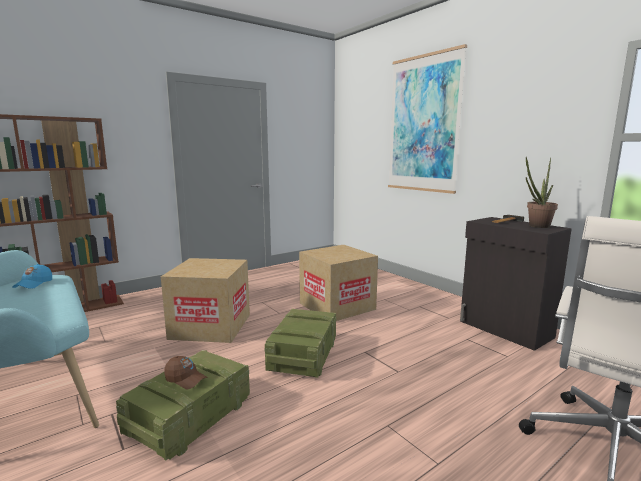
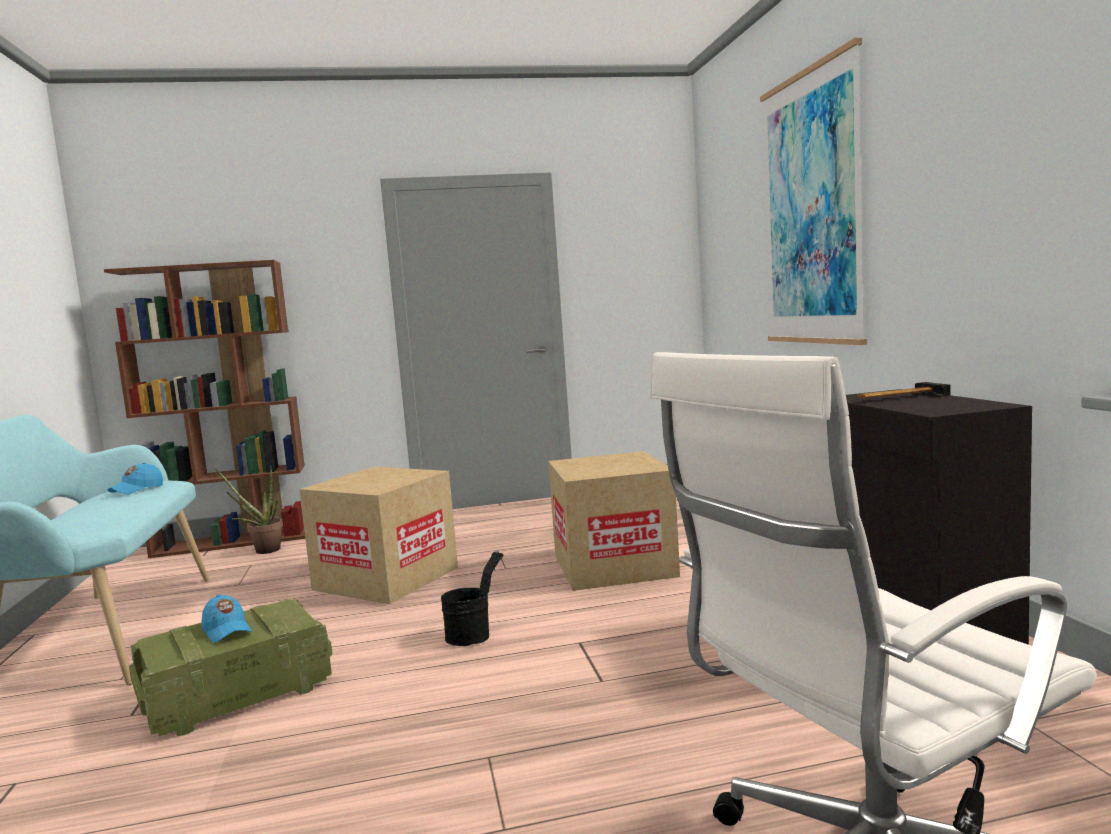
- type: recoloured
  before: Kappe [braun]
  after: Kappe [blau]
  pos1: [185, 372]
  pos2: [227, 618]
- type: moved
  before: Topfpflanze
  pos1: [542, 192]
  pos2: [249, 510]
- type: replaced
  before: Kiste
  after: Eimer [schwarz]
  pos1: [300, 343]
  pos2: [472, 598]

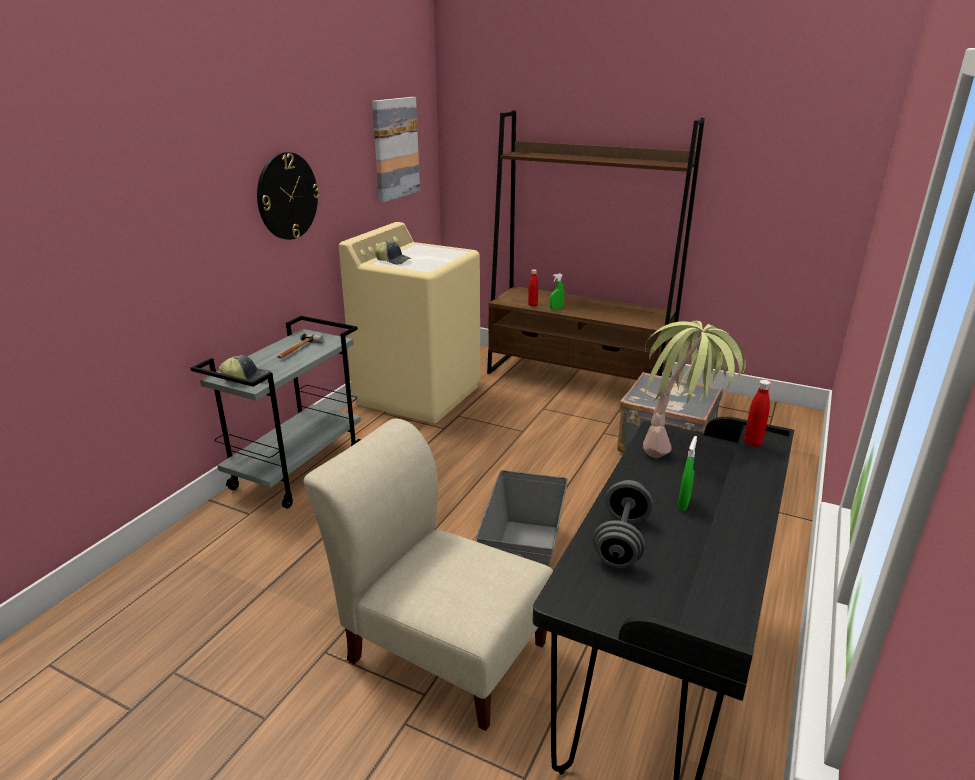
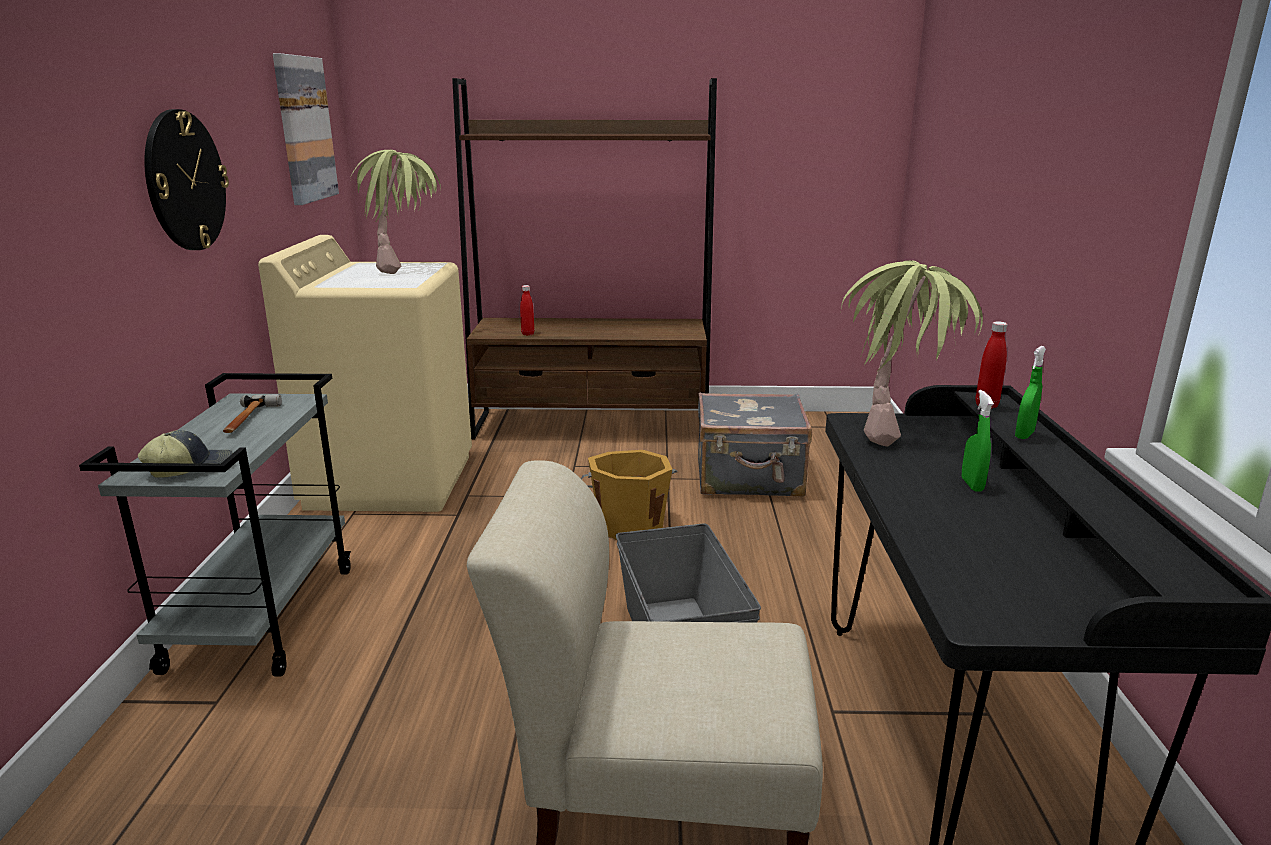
- type: added
  after: Topfpflanze
  pos2: [395, 212]
- type: added
  after: Eimer [orange]
  pos2: [629, 495]
- type: moved
  before: Sprühflasche [grün]
  pos1: [557, 292]
  pos2: [1030, 392]
- type: removed
  before: Kappe
  pos1: [393, 253]
- type: removed
  before: Hantel [grau]
  pos1: [623, 524]

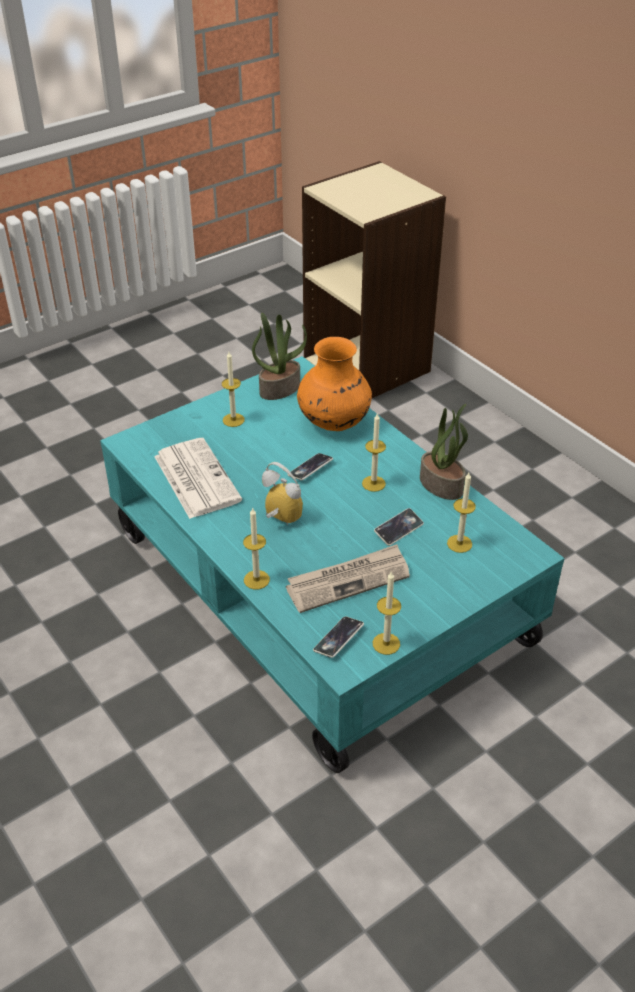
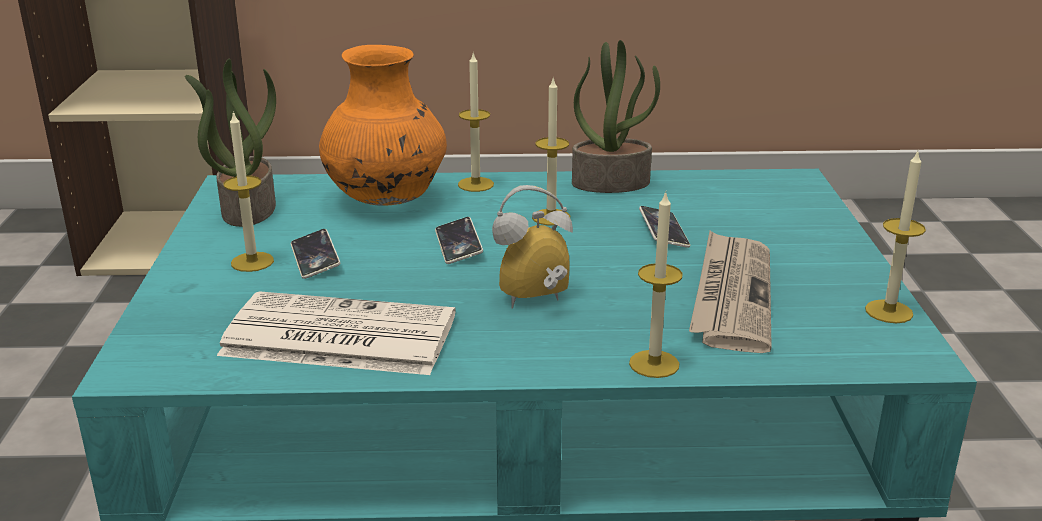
- type: moved
  before: Handy
  pos1: [338, 637]
  pos2: [315, 254]
- type: moved
  before: Kerze
  pos1: [461, 513]
  pos2: [476, 123]

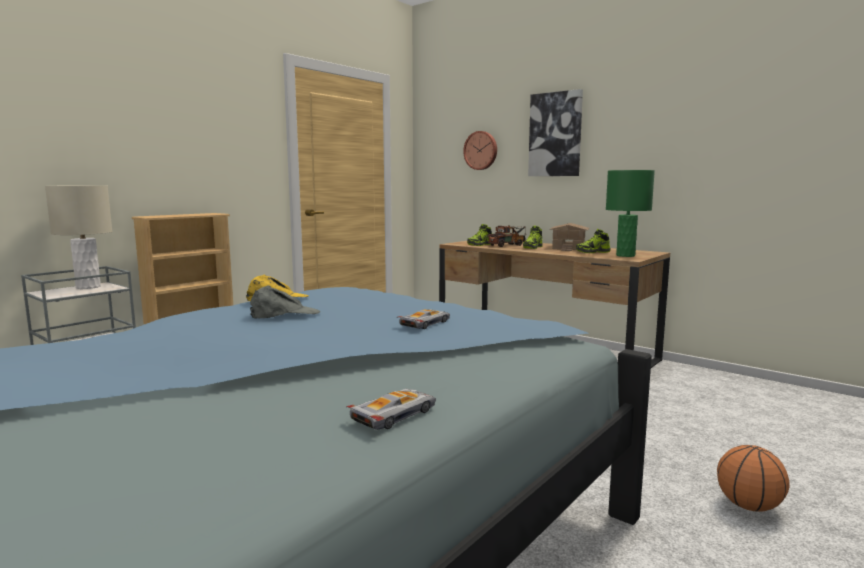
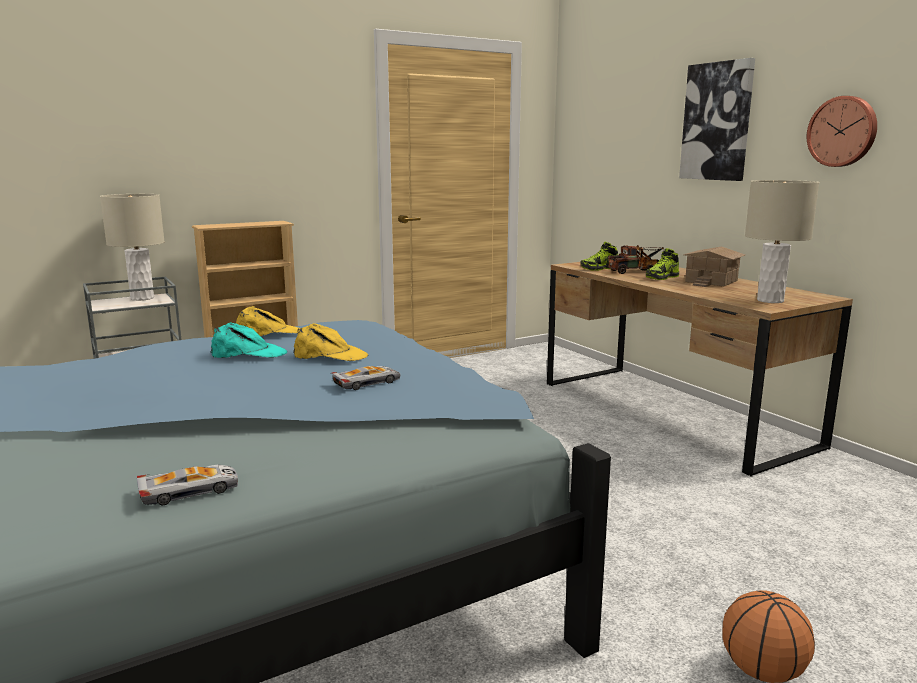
- type: recoloured
  before: Kappe [grau]
  after: Kappe [türkis]
  pos1: [285, 302]
  pos2: [249, 340]
- type: added
  after: Kappe [gelb]
  pos2: [330, 342]
- type: recoloured
  before: Tischlampe [grün]
  after: Tischlampe [beige]
  pos1: [630, 213]
  pos2: [782, 241]
- type: moved
  before: Wanduhr
  pos1: [480, 150]
  pos2: [842, 131]
- type: removed
  before: Schuh
  pos1: [593, 241]

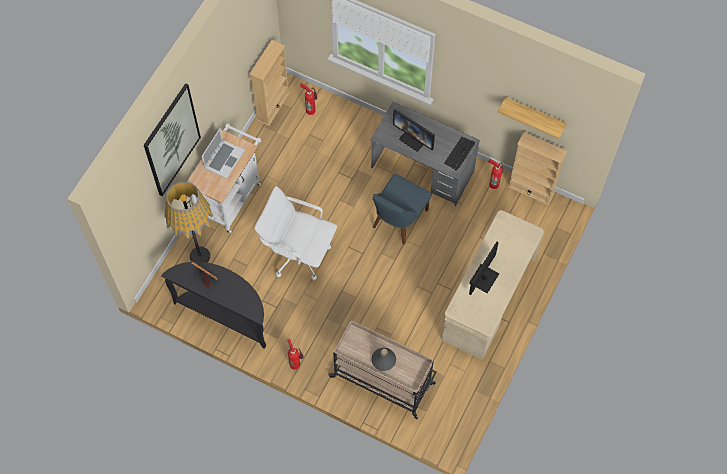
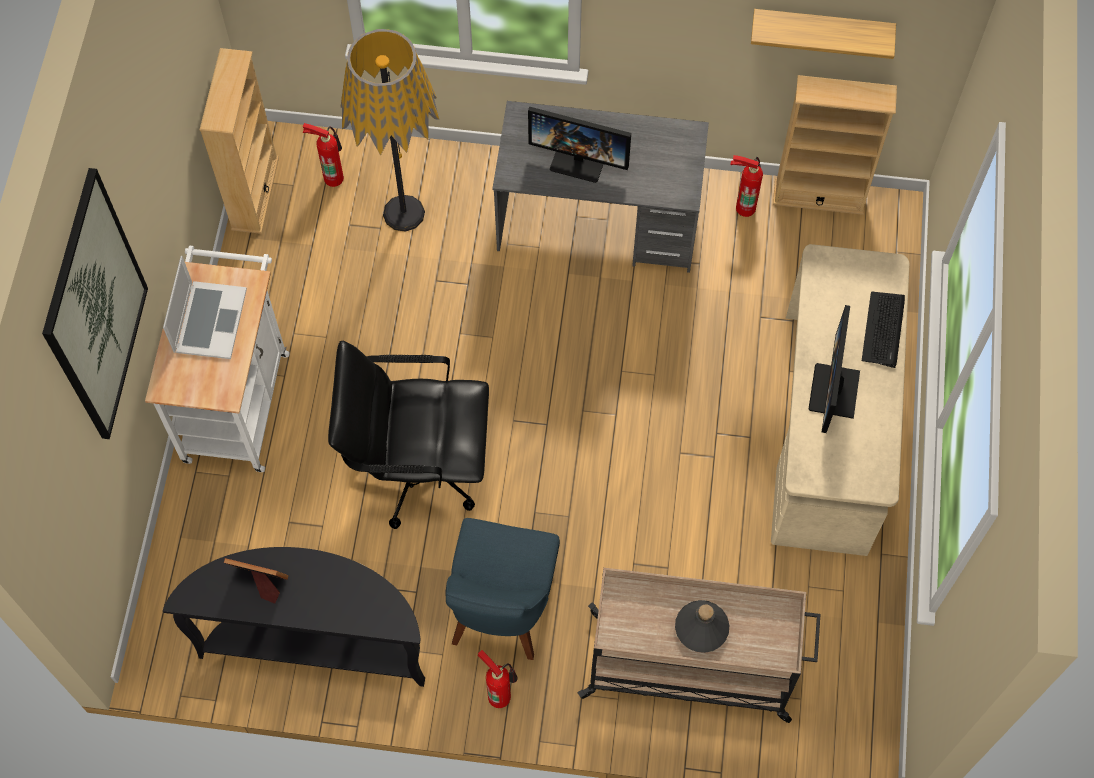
- type: recoloured
  before: Bürostuhl [weiß]
  after: Bürostuhl [schwarz]
  pos1: [295, 233]
  pos2: [408, 435]
- type: moved
  before: Stehlampe
  pos1: [189, 222]
  pos2: [389, 130]
- type: moved
  before: Stuhl [blau]
  pos1: [402, 209]
  pos2: [502, 589]
- type: moved
  before: Tastatur
  pos1: [459, 154]
  pos2: [883, 330]

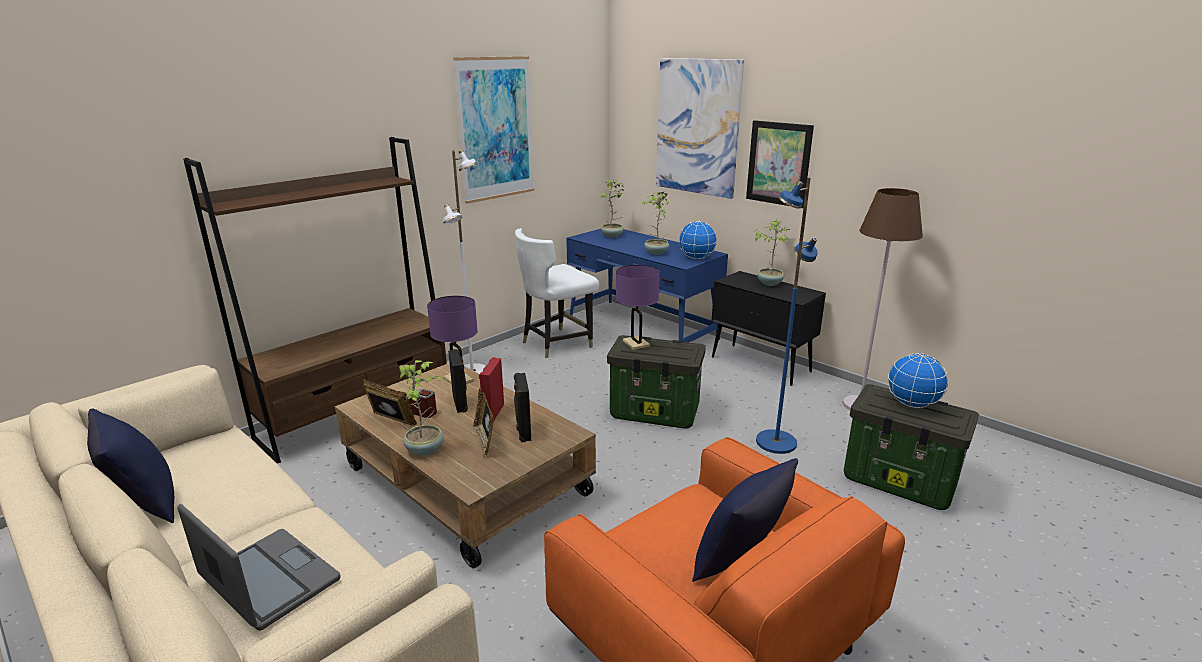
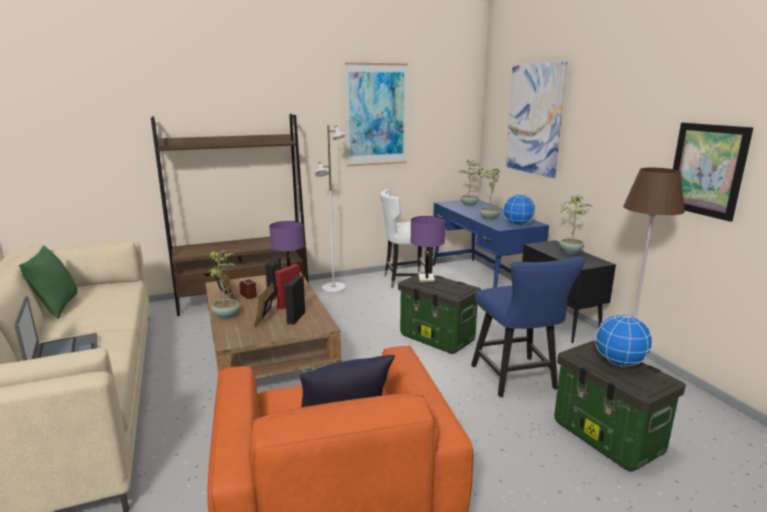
- type: recoloured
  before: Kissen [blau]
  after: Kissen [grün]
  pos1: [130, 466]
  pos2: [48, 282]
- type: replaced
  before: Stehlampe [blau]
  after: Stuhl [blau]
  pos1: [787, 315]
  pos2: [528, 326]
- type: moved
  before: Bild
  pos1: [780, 164]
  pos2: [713, 172]

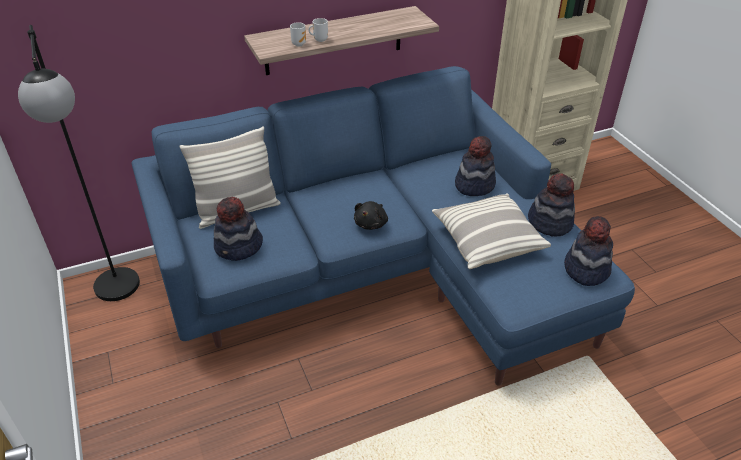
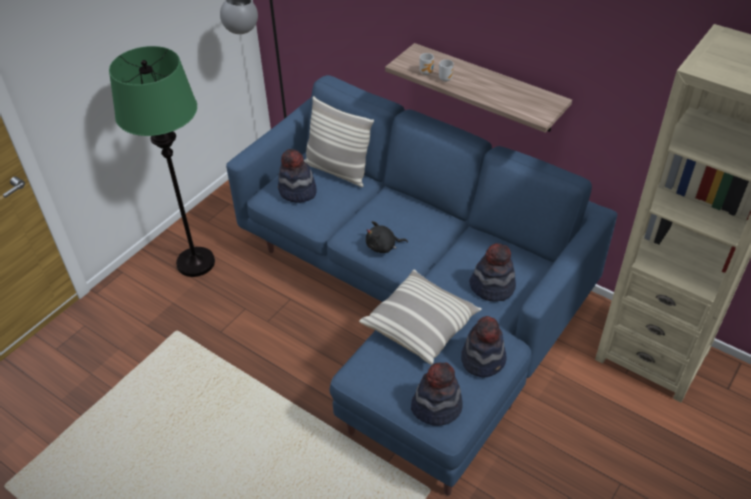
- type: added
  after: Stehlampe [grün]
  pos2: [162, 161]

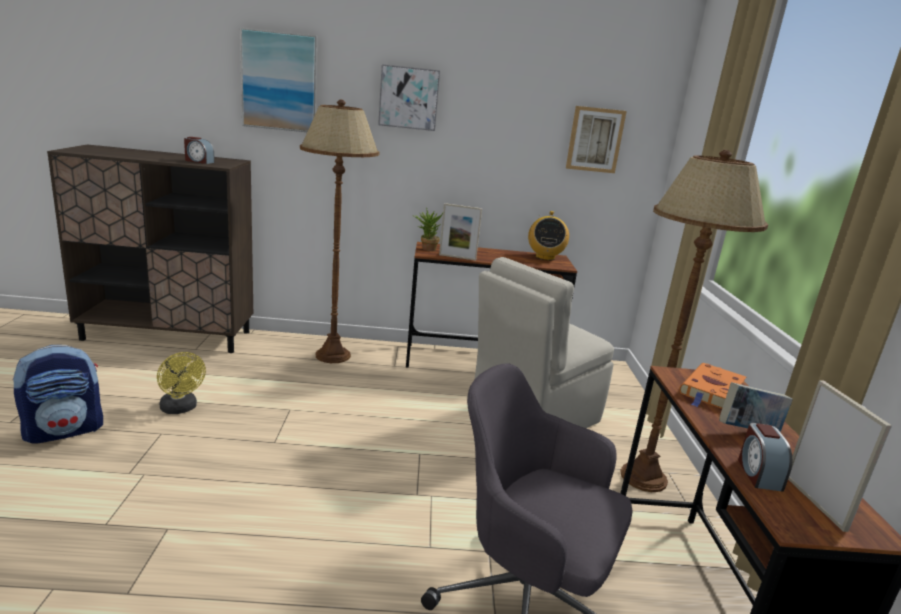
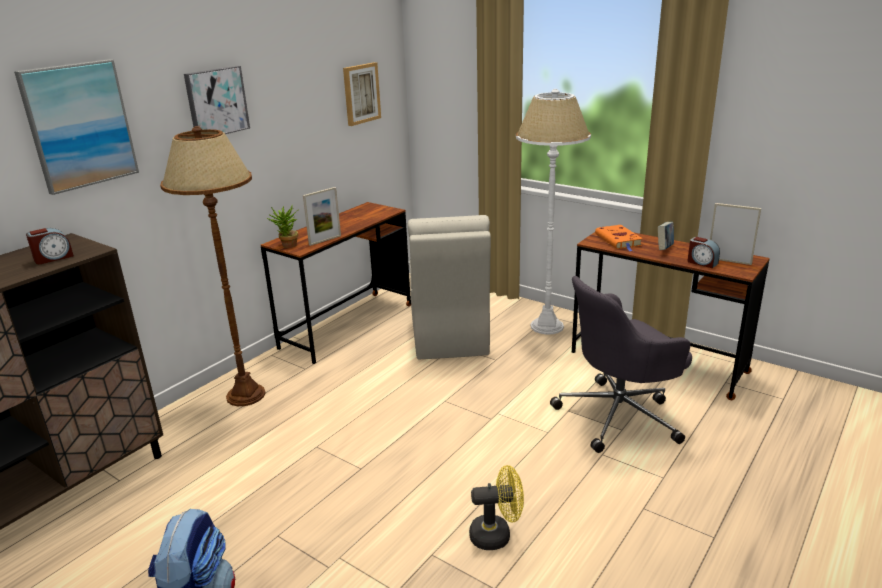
- type: moved
  before: Ventilator [gelb]
  pos1: [181, 383]
  pos2: [496, 507]
- type: recoloured
  before: Stehlampe [braun]
  after: Stehlampe [weiß]
  pos1: [694, 321]
  pos2: [553, 212]
- type: removed
  before: Radio
  pos1: [548, 235]

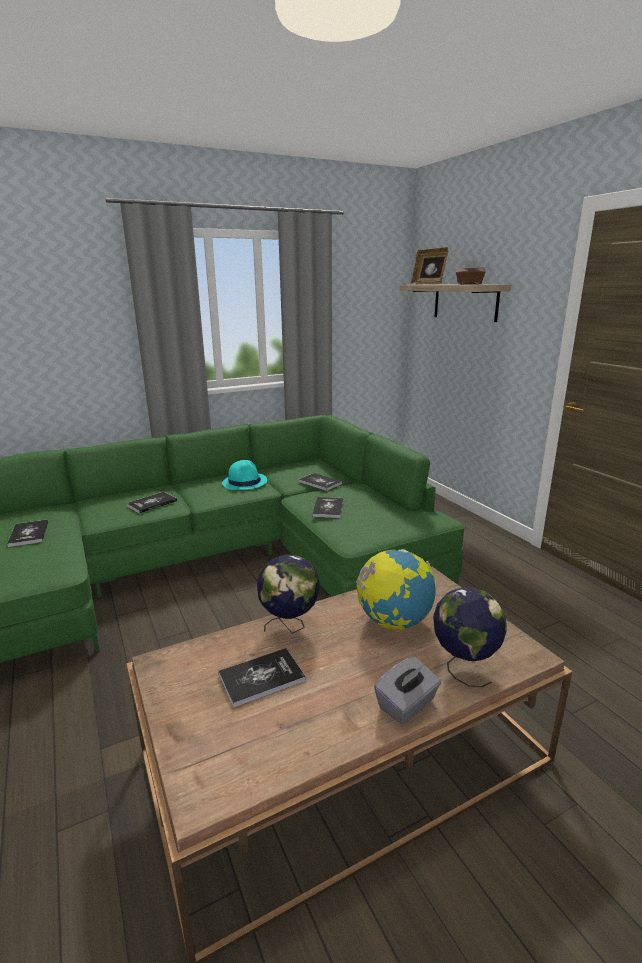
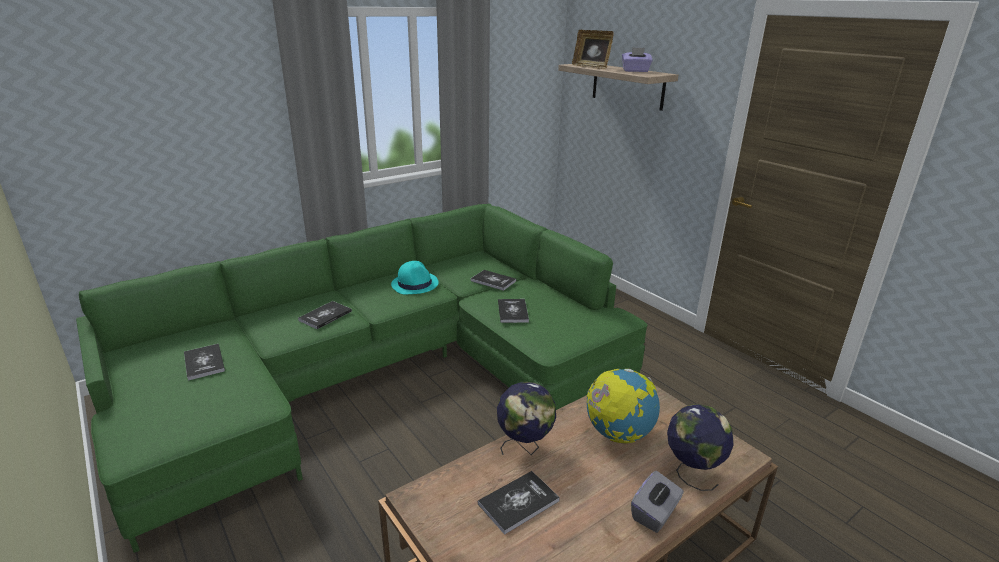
- type: recoloured
  before: Taschentuchbox [braun]
  after: Taschentuchbox [lila]
  pos1: [471, 272]
  pos2: [637, 59]

